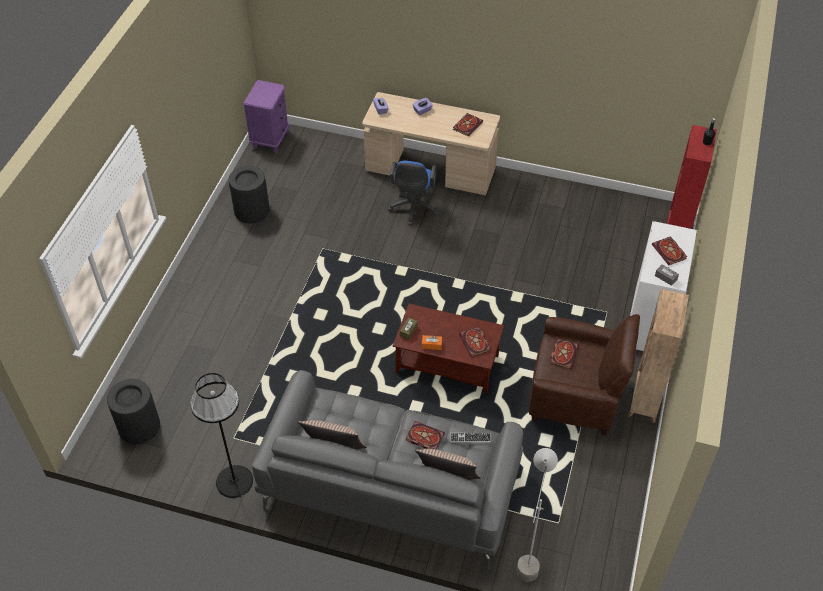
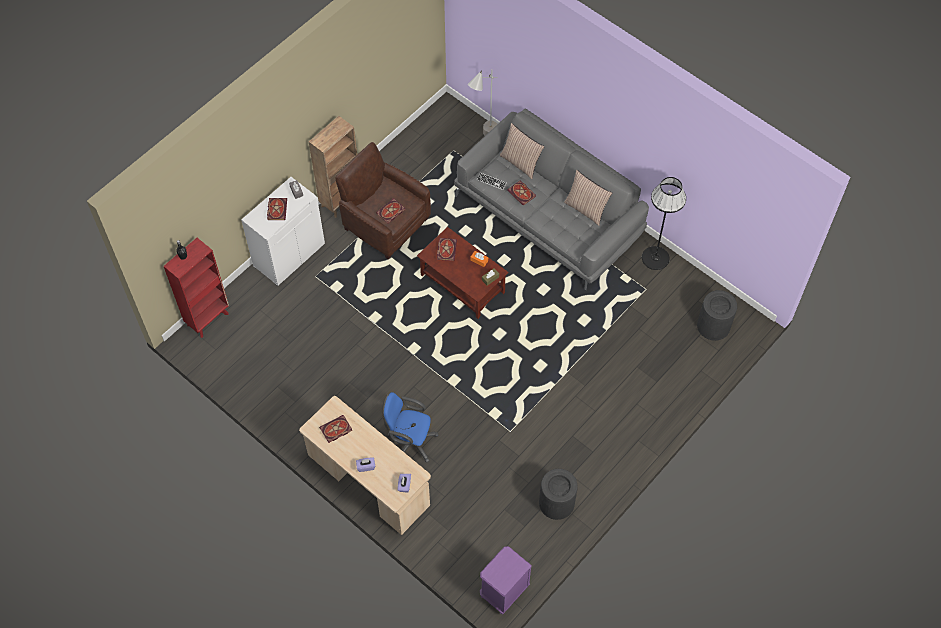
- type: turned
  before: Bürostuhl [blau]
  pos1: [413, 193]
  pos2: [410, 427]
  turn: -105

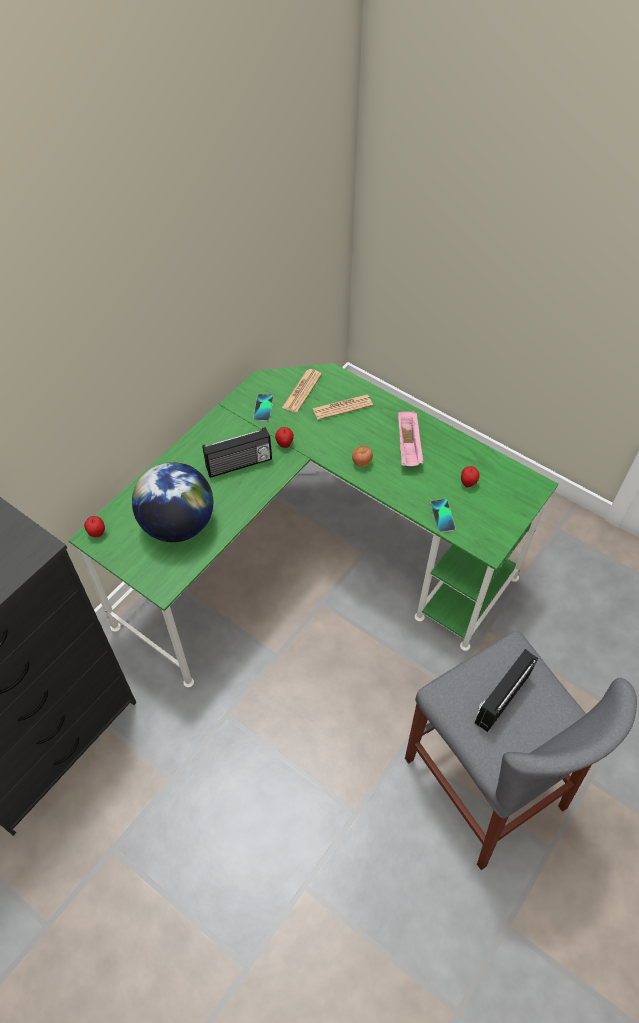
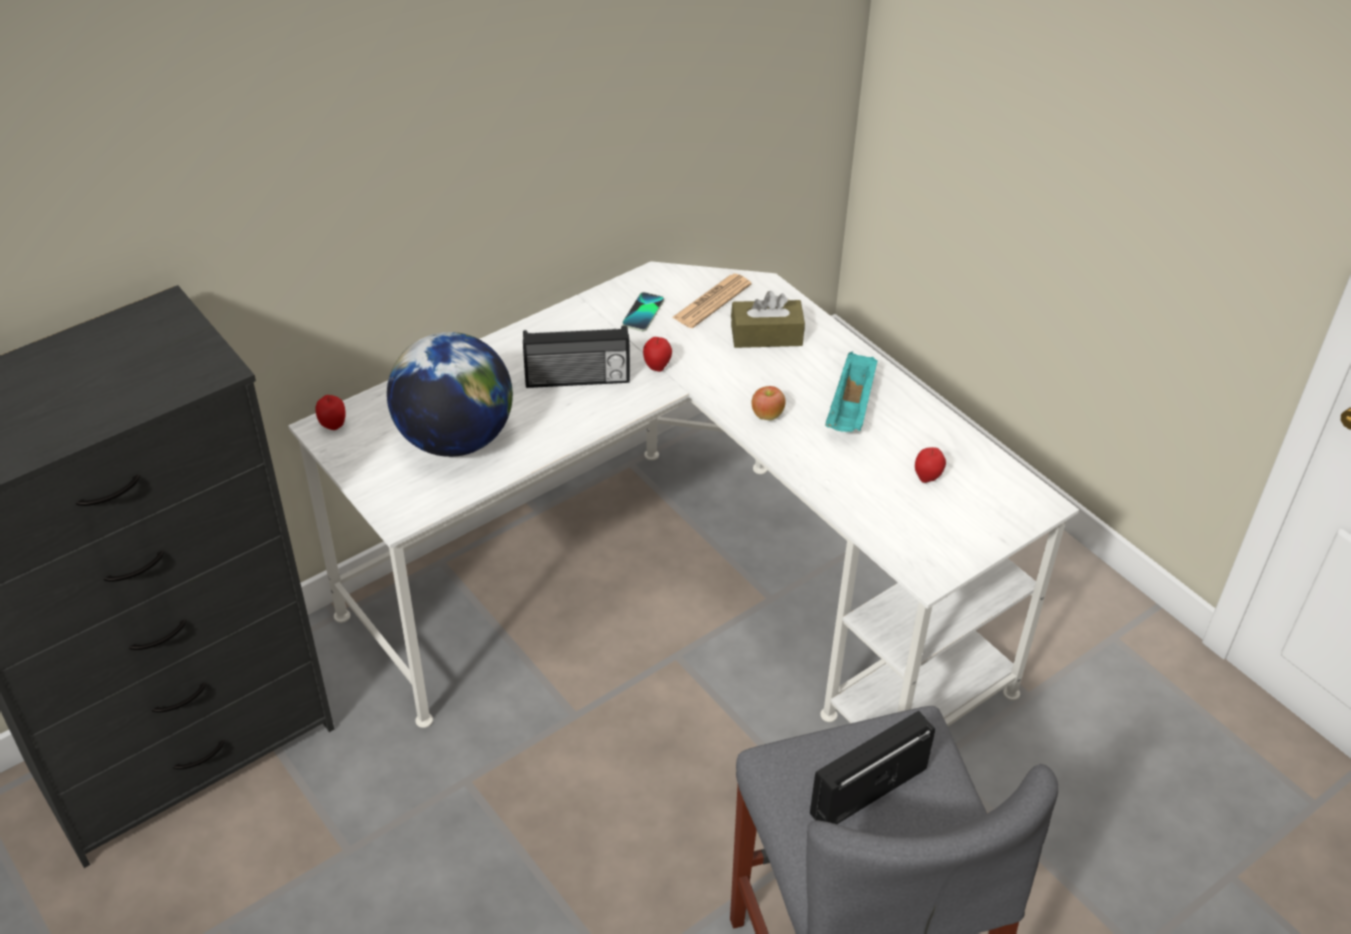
- type: recoloured
  before: Schreibtisch [grün]
  after: Schreibtisch [weiß]
  pos1: [313, 525]
  pos2: [683, 494]
- type: replaced
  before: Zeitung
  after: Taschentuchbox [braun]
  pos1: [342, 407]
  pos2: [768, 319]
- type: recoloured
  before: Tablett [rosa]
  after: Tablett [türkis]
  pos1: [411, 438]
  pos2: [851, 392]
- type: removed
  before: Handy
  pos1: [442, 516]

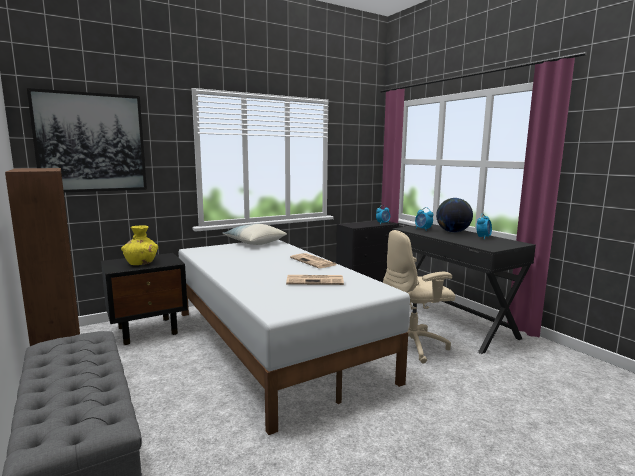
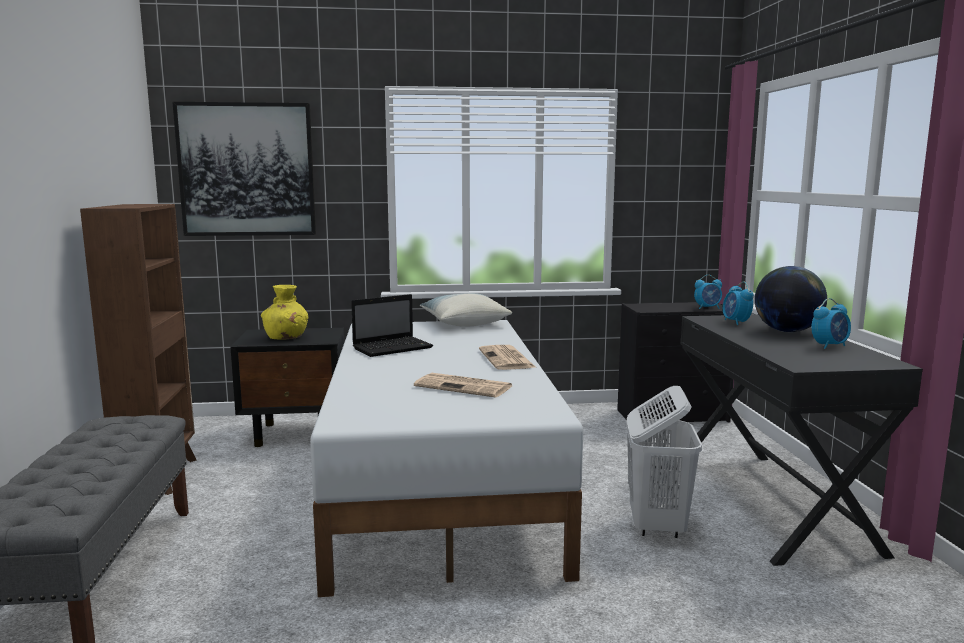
- type: added
  after: Laptop
  pos2: [392, 325]
- type: replaced
  before: Bürostuhl [beige]
  after: Wäschekorb [weiß]
  pos1: [419, 297]
  pos2: [664, 462]

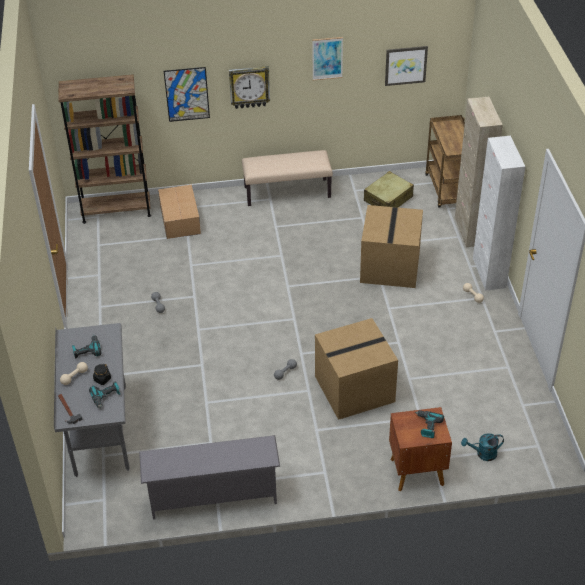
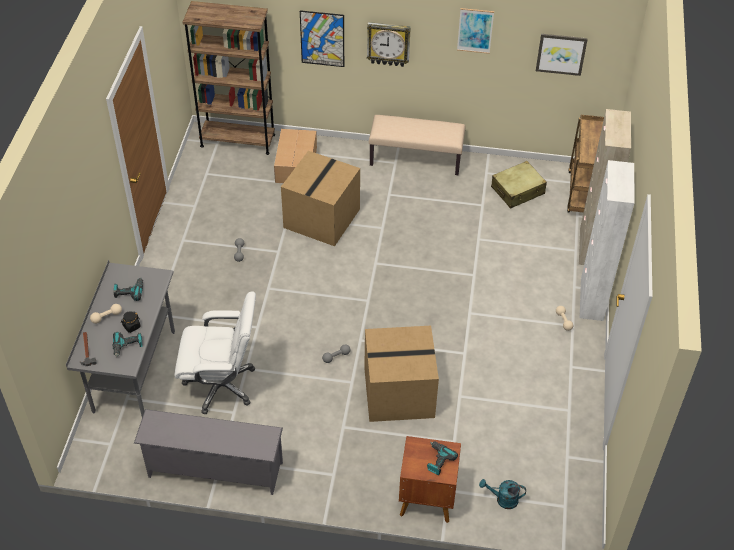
- type: added
  after: Bürostuhl [weiß]
  pos2: [215, 352]
- type: moved
  before: Karton
  pos1: [391, 246]
  pos2: [320, 198]

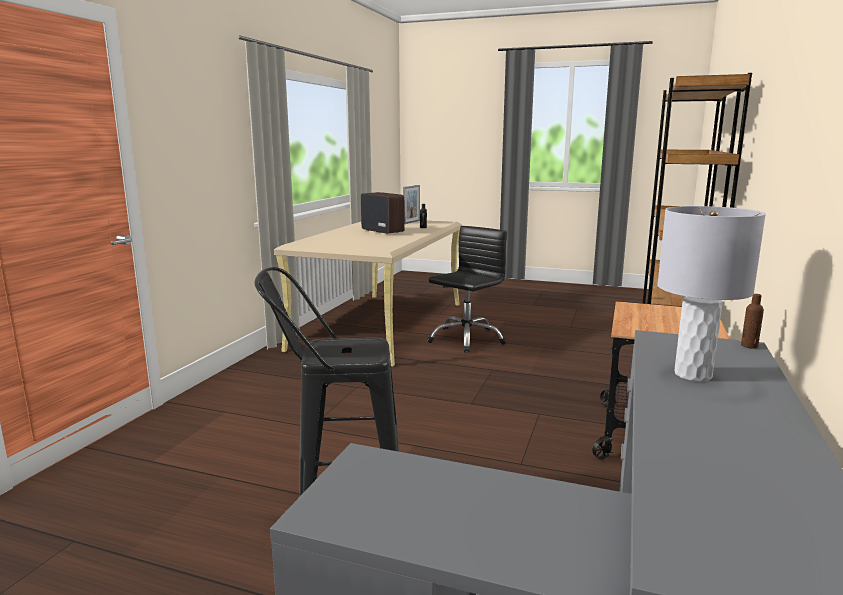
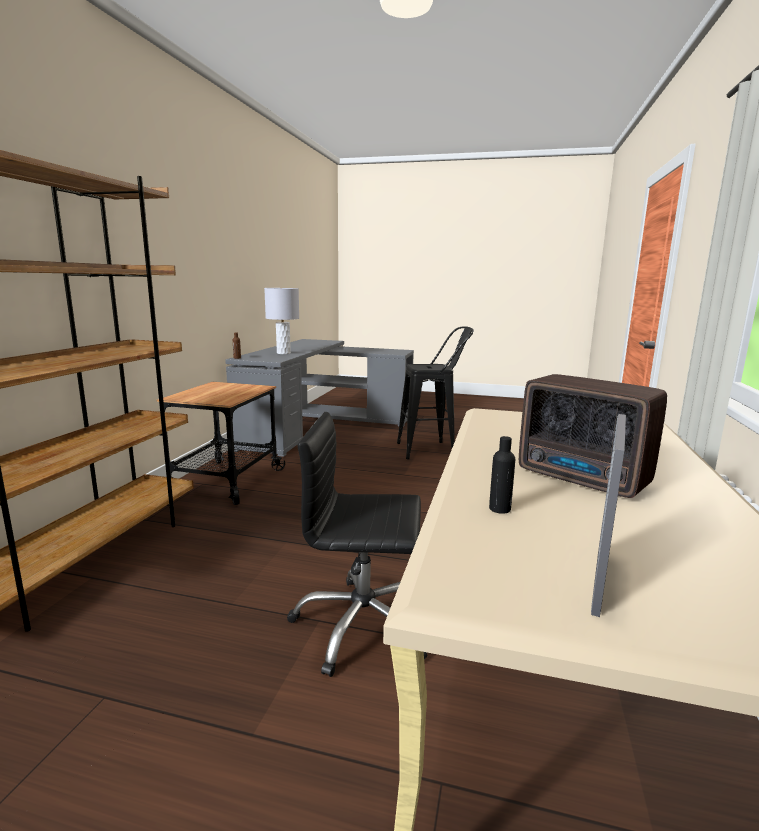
- type: turned
  before: Bürostuhl [schwarz]
  pos1: [467, 289]
  pos2: [357, 544]
  turn: 60

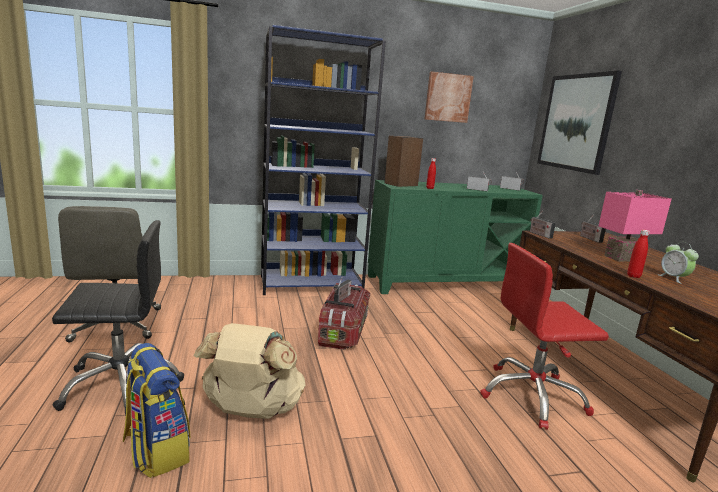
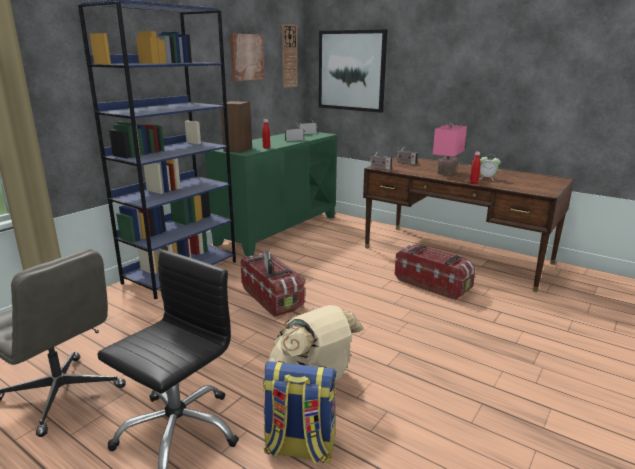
- type: added
  after: Wanduhr
  pos2: [290, 56]
- type: replaced
  before: Bürostuhl [rot]
  after: Aufbewahrungsbox
  pos1: [544, 336]
  pos2: [435, 272]

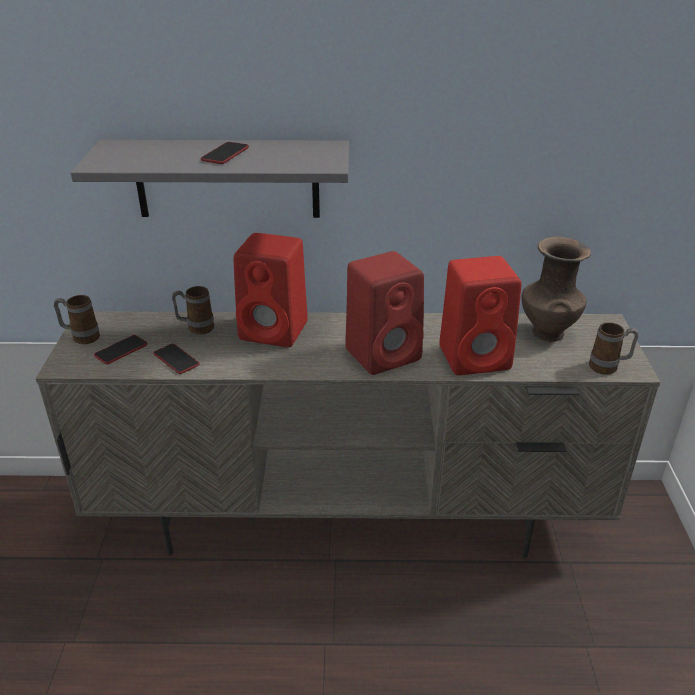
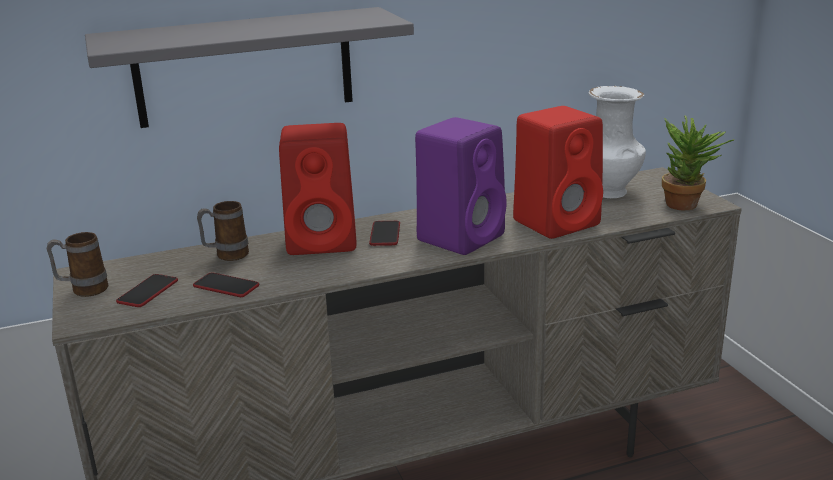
- type: moved
  before: Handy
  pos1: [225, 153]
  pos2: [384, 233]
- type: recoloured
  before: Lautsprecher [rot]
  after: Lautsprecher [lila]
  pos1: [384, 313]
  pos2: [461, 186]
- type: recoloured
  before: Vase [braun]
  after: Vase [weiß]
  pos1: [556, 289]
  pos2: [617, 142]
- type: replaced
  before: Henkelbecher
  after: Topfpflanze
  pos1: [614, 348]
  pos2: [698, 162]

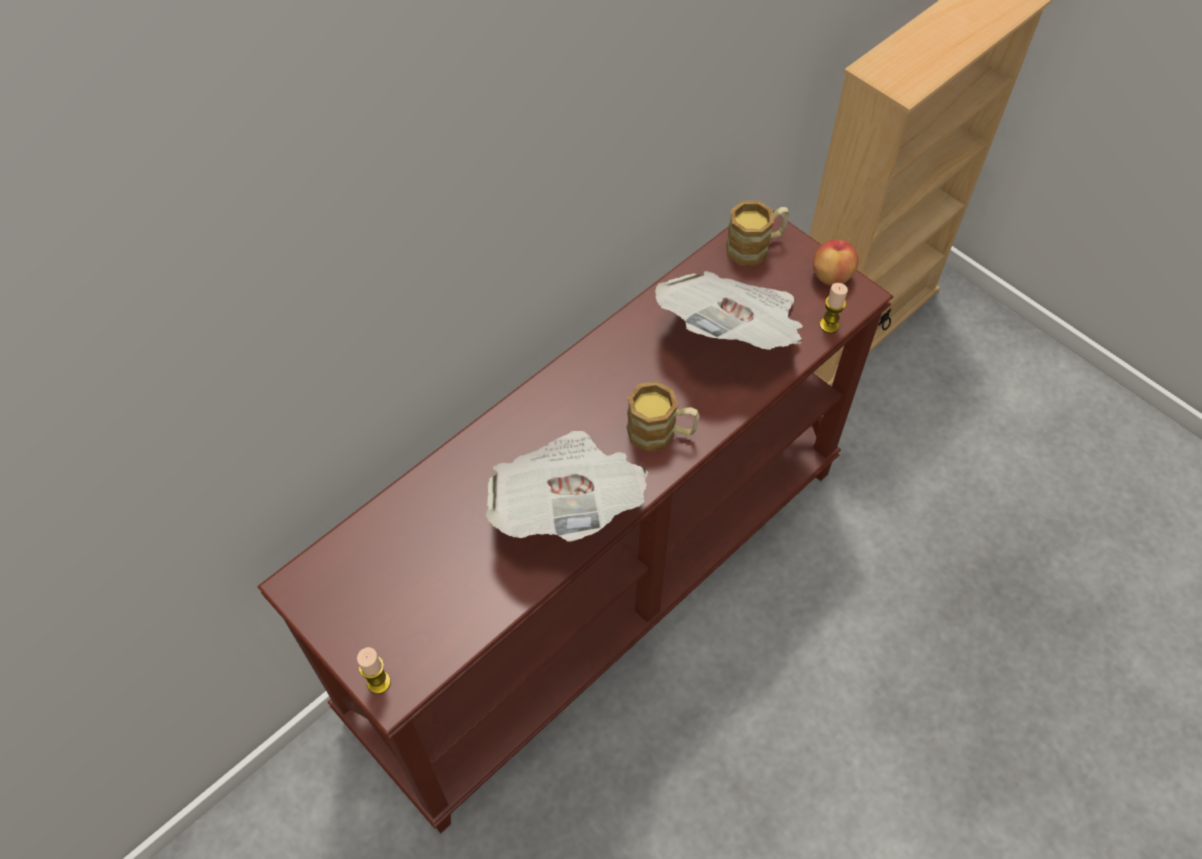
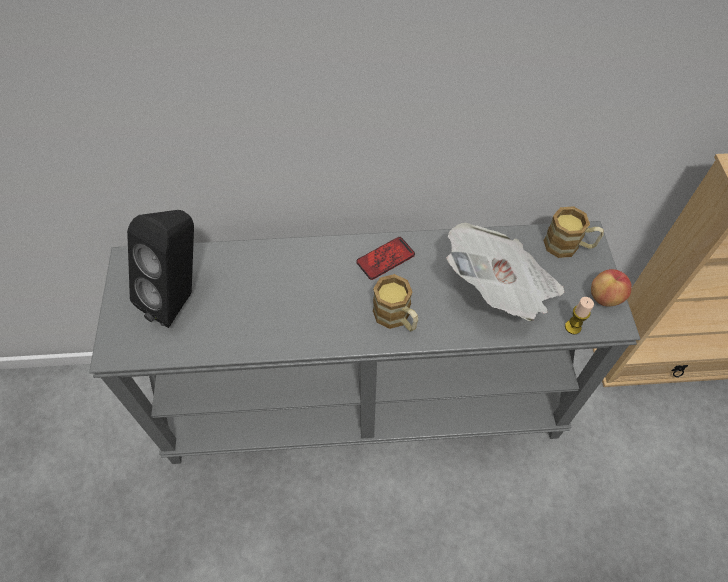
- type: recoloured
  before: Konsolentisch [braun]
  after: Konsolentisch [grau]
  pos1: [575, 522]
  pos2: [364, 342]
- type: added
  after: Lautsprecher [schwarz]
  pos2: [160, 269]
- type: added
  after: Handy
  pos2: [385, 258]
- type: removed
  before: Kerze
  pos1: [374, 670]
- type: removed
  before: Zeitung
  pos1: [567, 486]

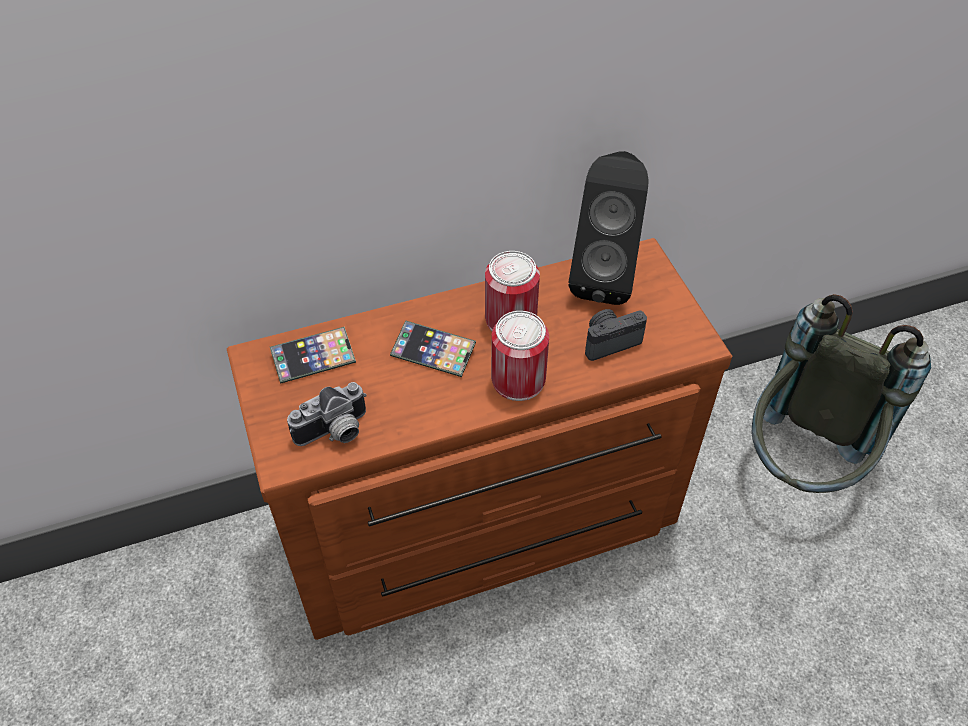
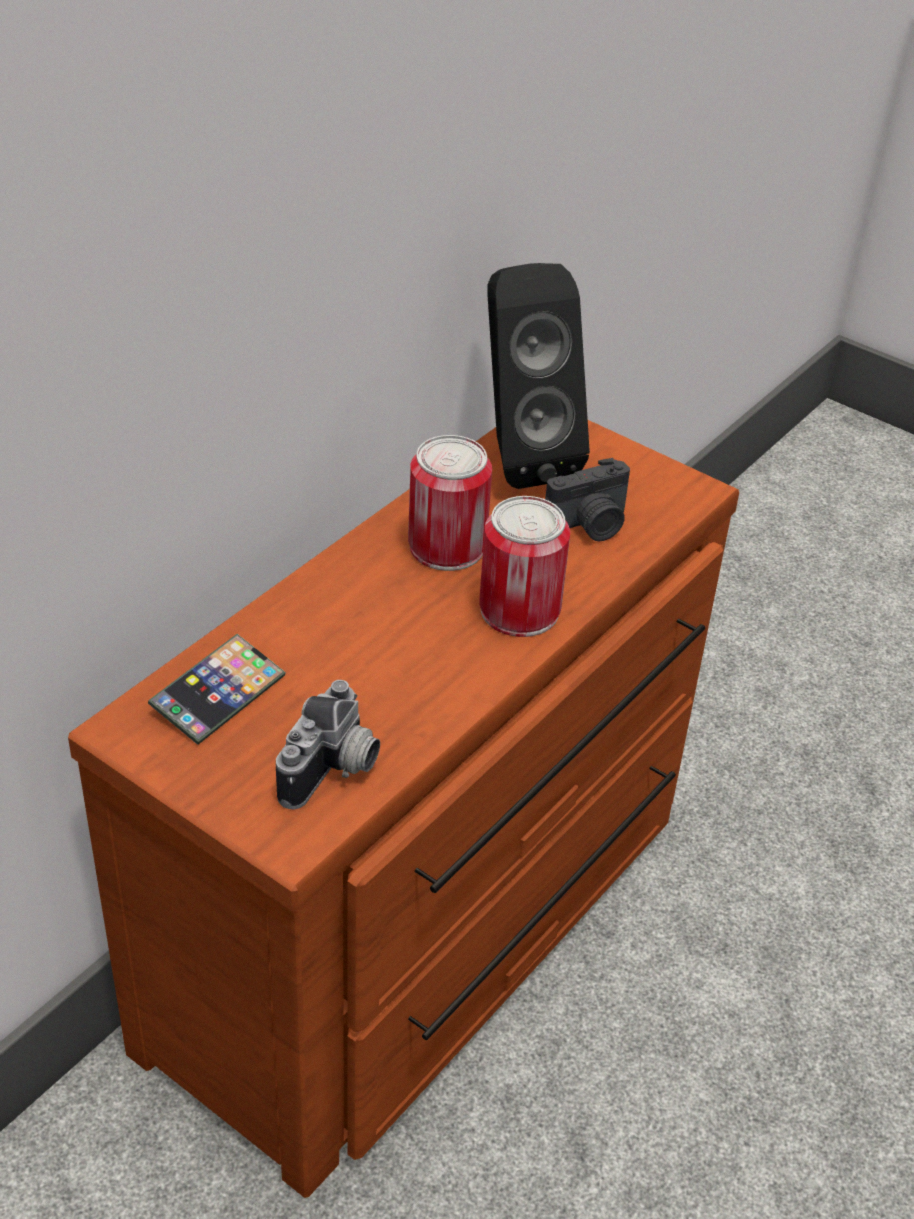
- type: turned
  before: Kamera
  pos1: [616, 335]
  pos2: [587, 499]
  turn: -150
- type: removed
  before: Handy
  pos1: [433, 348]
- type: removed
  before: Rucksack [grau]
  pos1: [841, 393]

